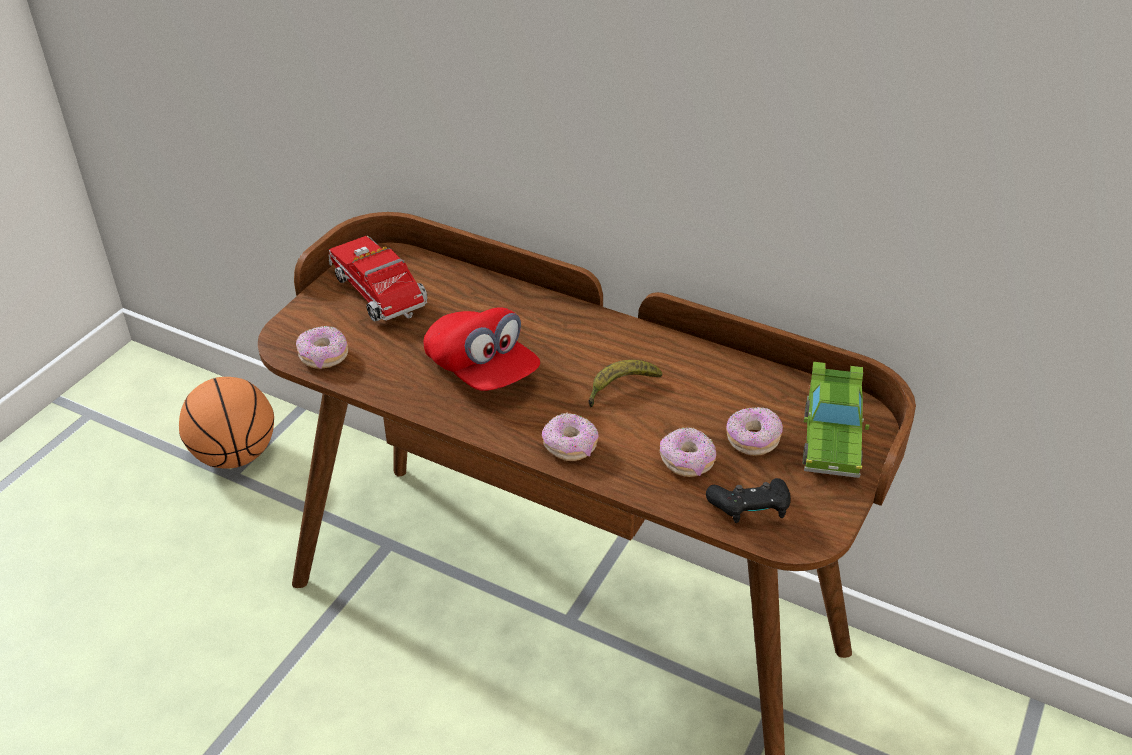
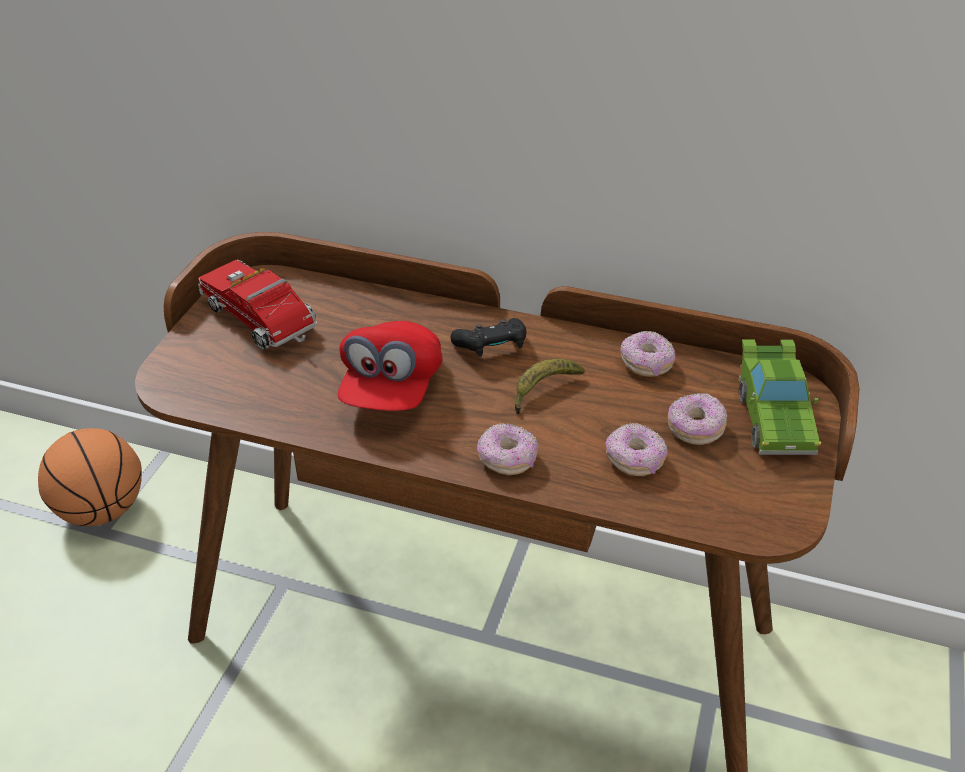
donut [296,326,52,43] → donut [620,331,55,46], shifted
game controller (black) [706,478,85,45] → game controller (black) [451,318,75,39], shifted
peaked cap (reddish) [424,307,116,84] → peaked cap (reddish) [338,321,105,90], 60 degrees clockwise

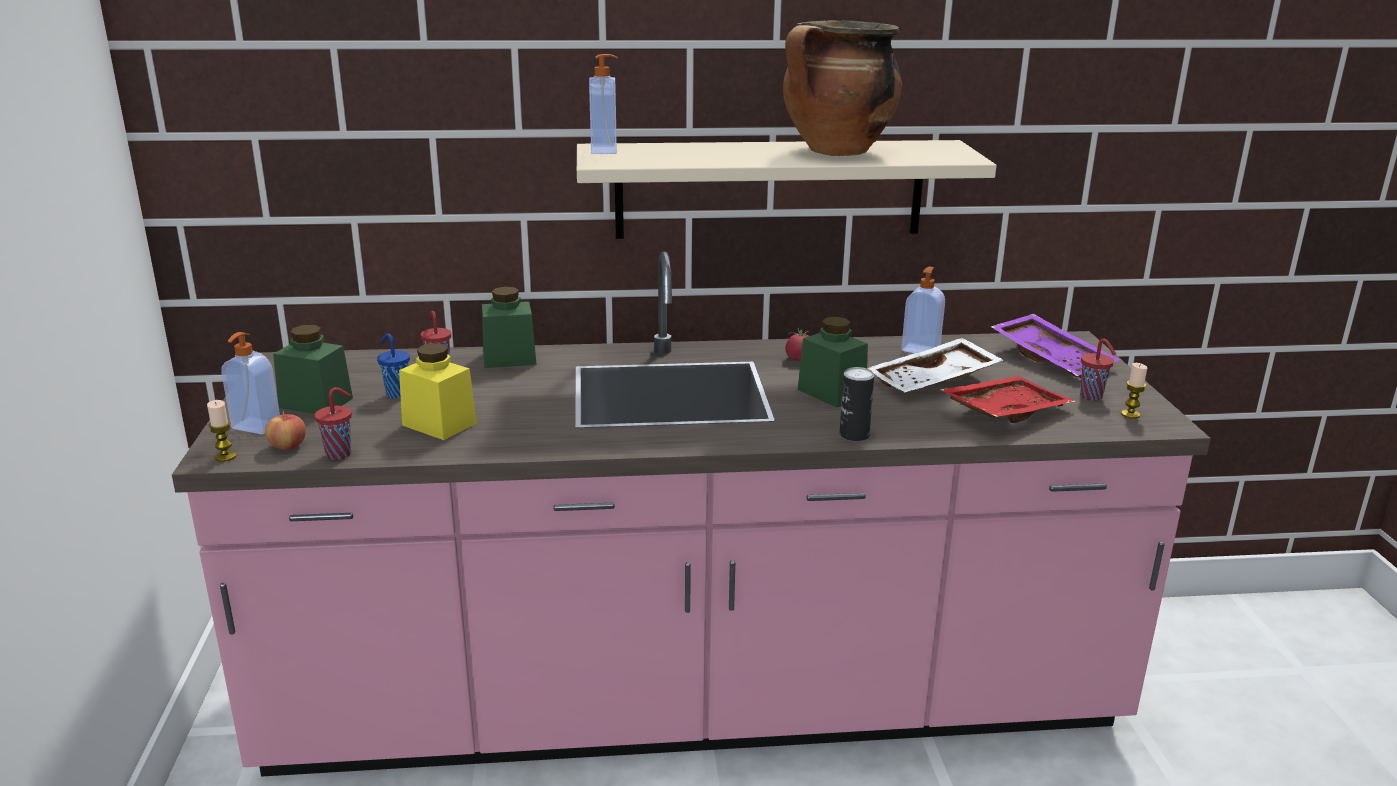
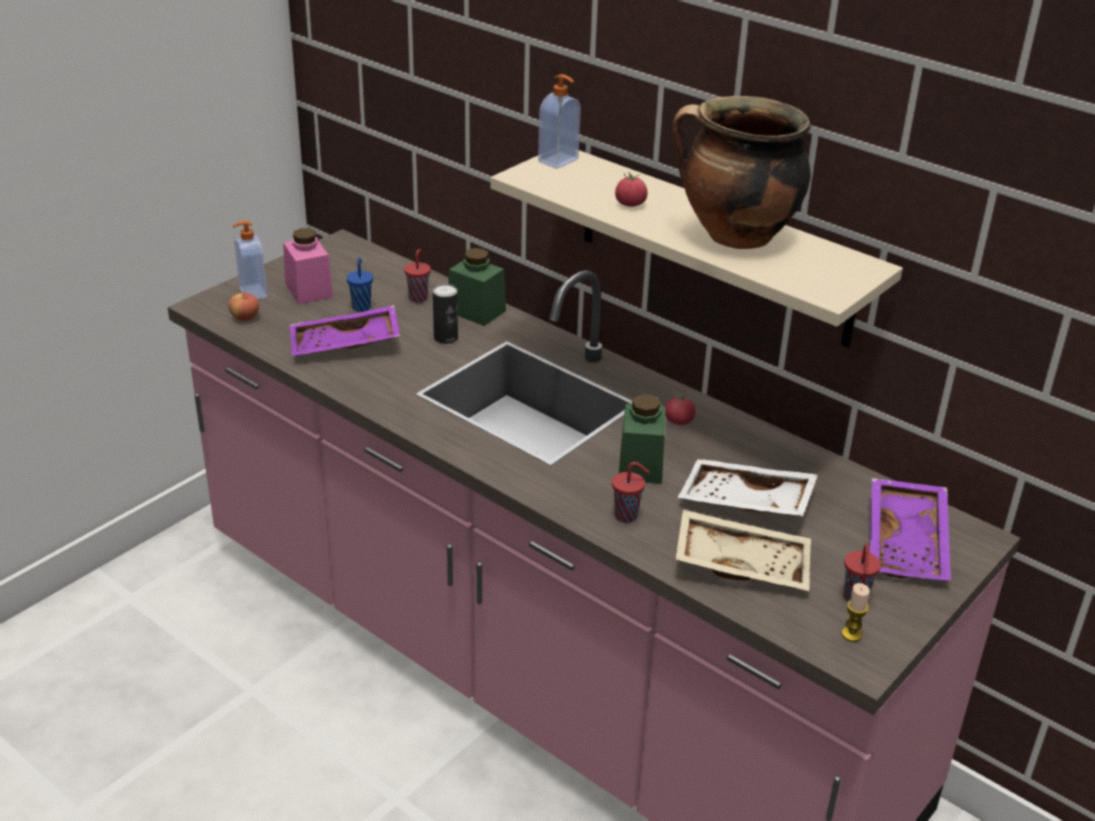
wax light [207,400,29,62] → -
soap bottle [901,266,44,87] → -
- → tomato [615,172,33,35]
cup (reddish) [315,387,37,73] → cup (reddish) [612,462,37,61], shifted
sealed can [839,367,35,74] → sealed can [433,284,25,60], shifted
preserve jar (yellow-coloured) [399,343,78,97] → tray (purple-coloured) [290,305,110,51]
preserve jar (greenish) [273,325,80,89] → preserve jar (pink-coloured) [283,228,50,76]
tray (reddish) [939,376,137,47] → tray (beige-coloured) [675,509,136,82]

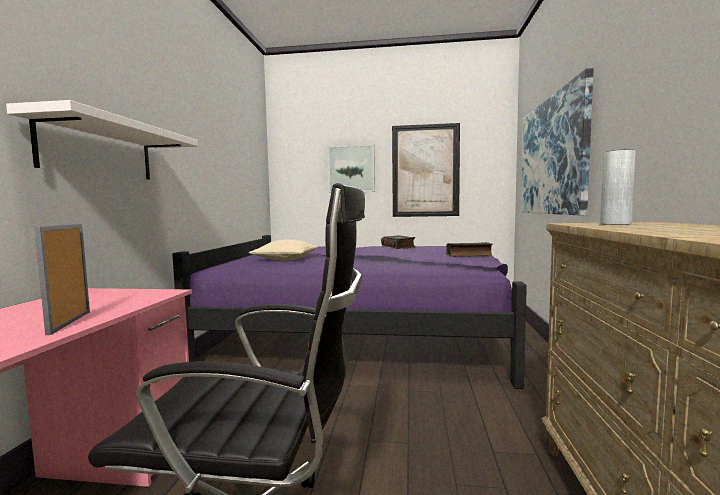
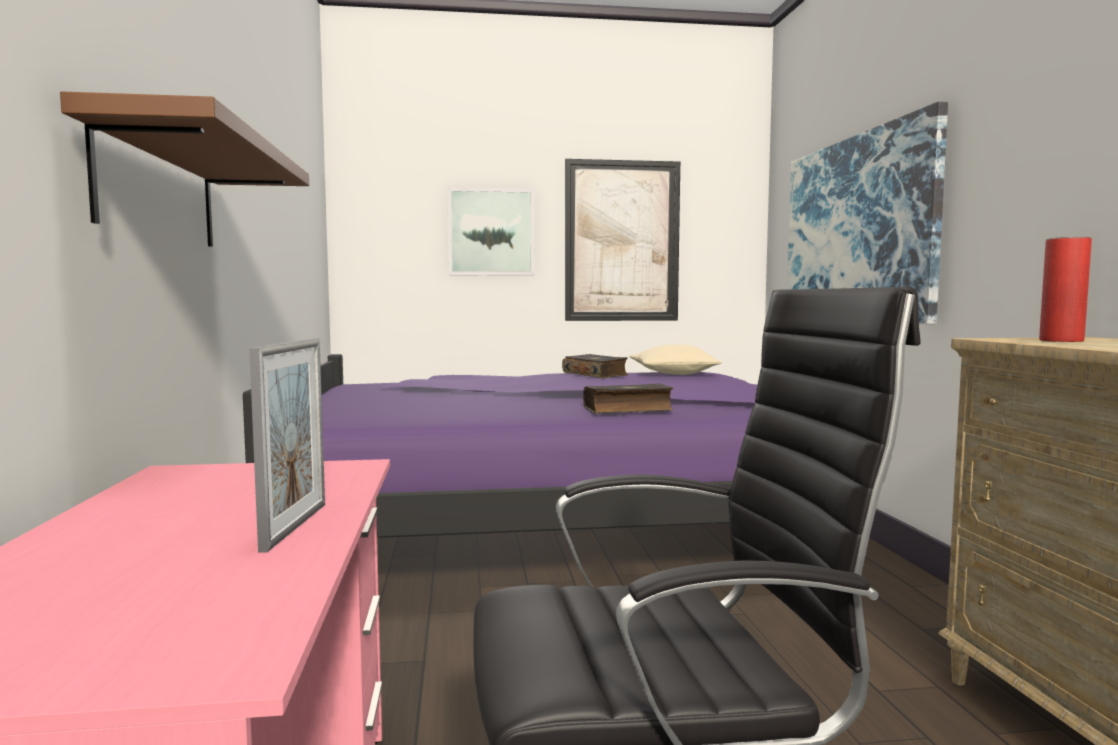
throw pillow (beige-coloured) [249,239,69,22] → throw pillow (beige-coloured) [629,344,93,31], shifted
book [446,242,47,15] → book [583,384,90,30], shifted
shelf (white-coloured) [6,100,192,80] → shelf (brown) [60,92,249,155]
decorative vase (grey) [600,149,36,76] → decorative vase (reddish) [1039,237,53,105]
photo frame [34,224,56,111] → photo frame [249,338,76,215], 150 degrees counterclockwise

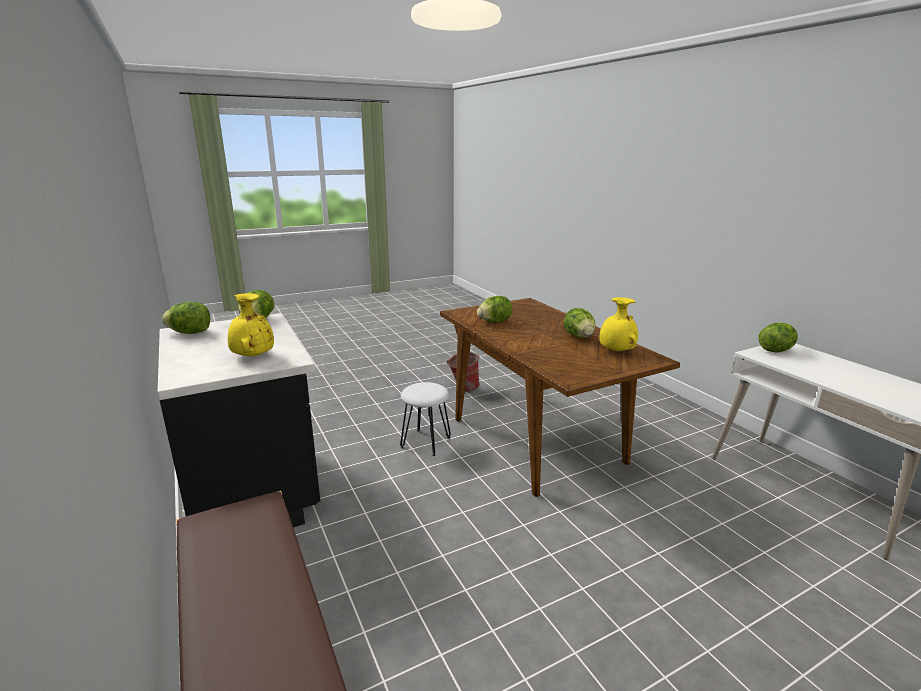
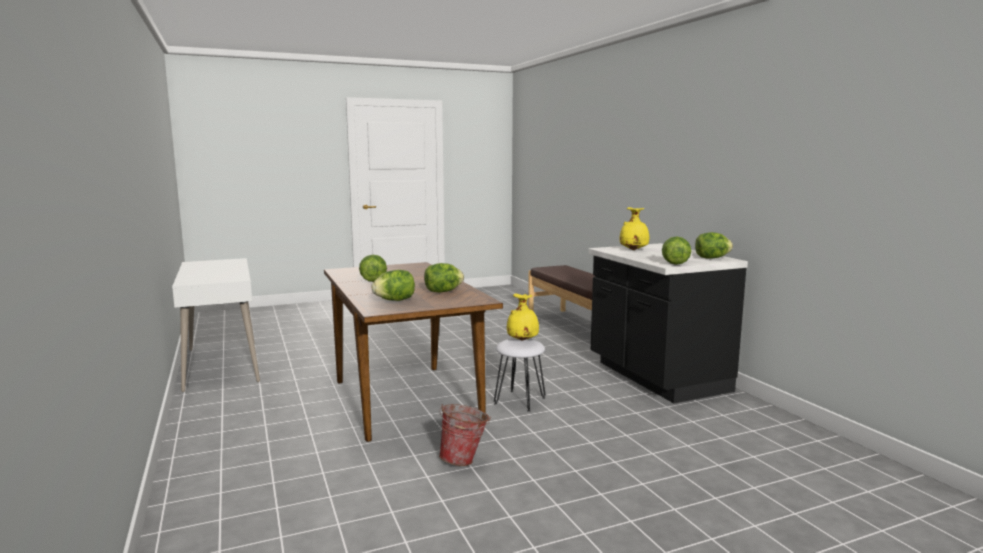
decorative vase (yellow-coloured) [599,297,39,54] → decorative vase (yellow-coloured) [507,294,32,47], shifted
lettuce [759,323,39,30] → lettuce [372,270,43,31], shifted

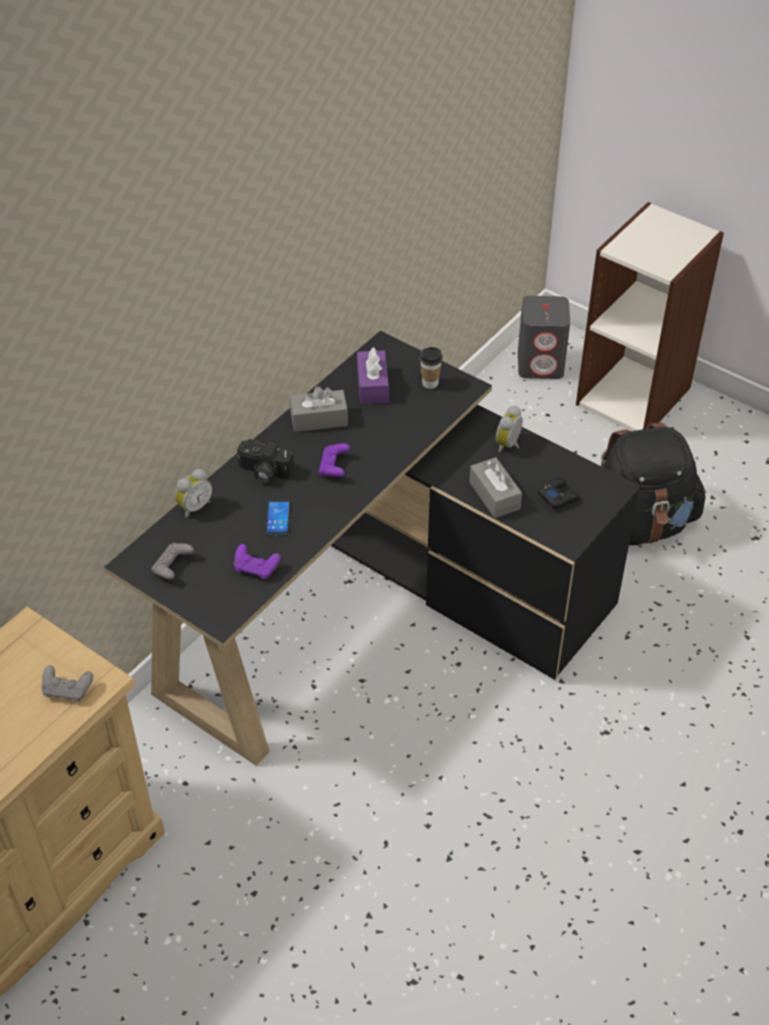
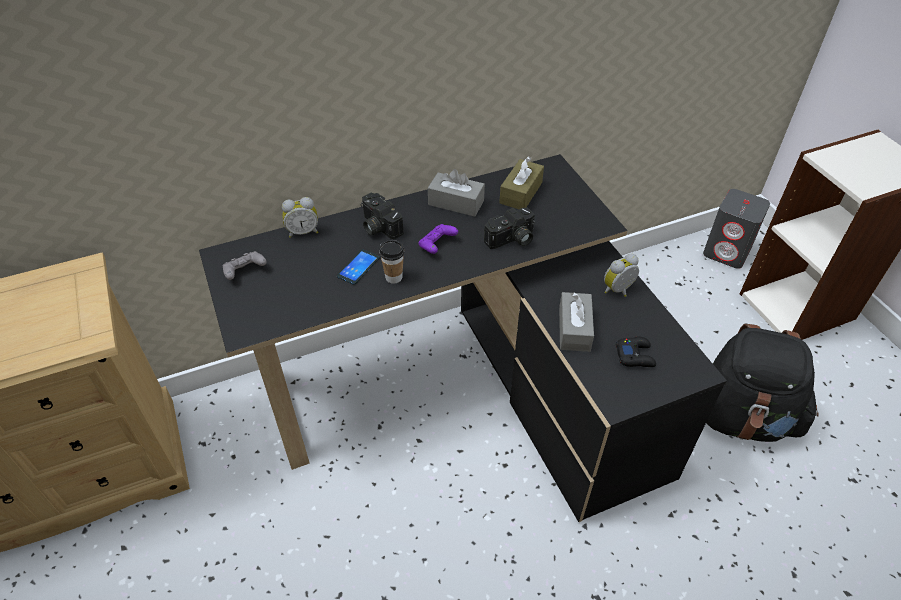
game controller (grey) [42,665,51,37] → -
game controller (purple-coloured) [234,544,47,35] → -
- → still camera [484,208,51,41]
cup [420,347,23,42] → cup [379,240,25,44], shifted
box of tissues (purple-coloured) [357,347,32,57] → box of tissues (brown) [499,156,45,53]

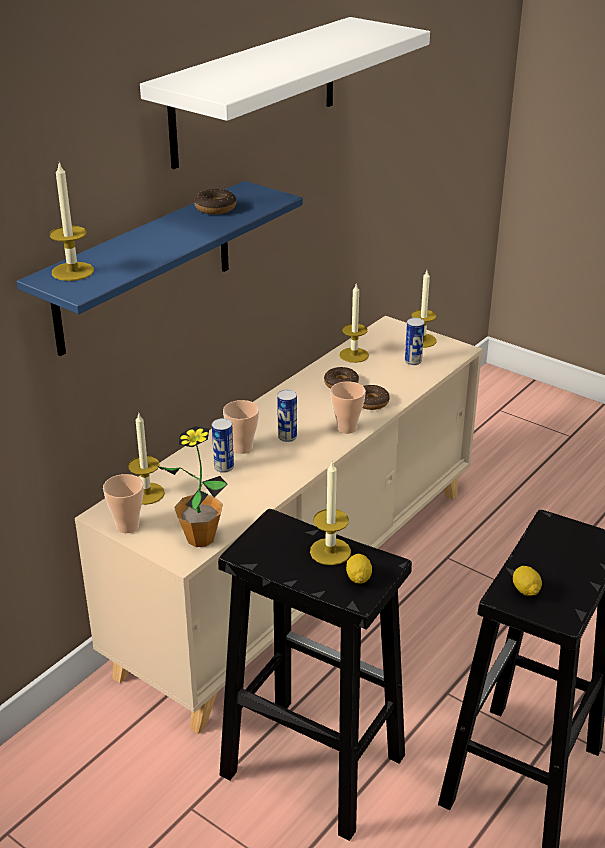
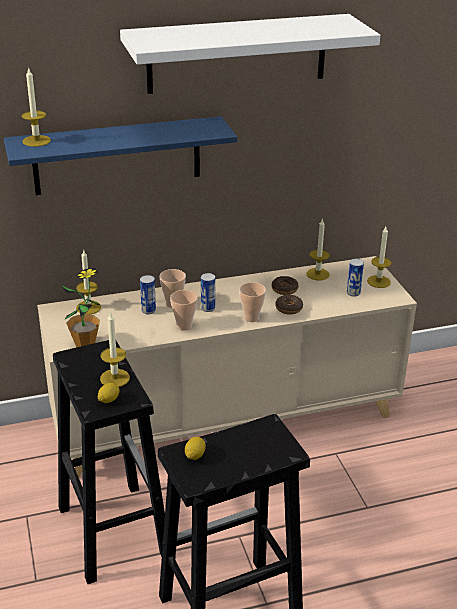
donut [194,189,42,25] → -
cup [103,474,41,59] → cup [170,290,28,40], shifted

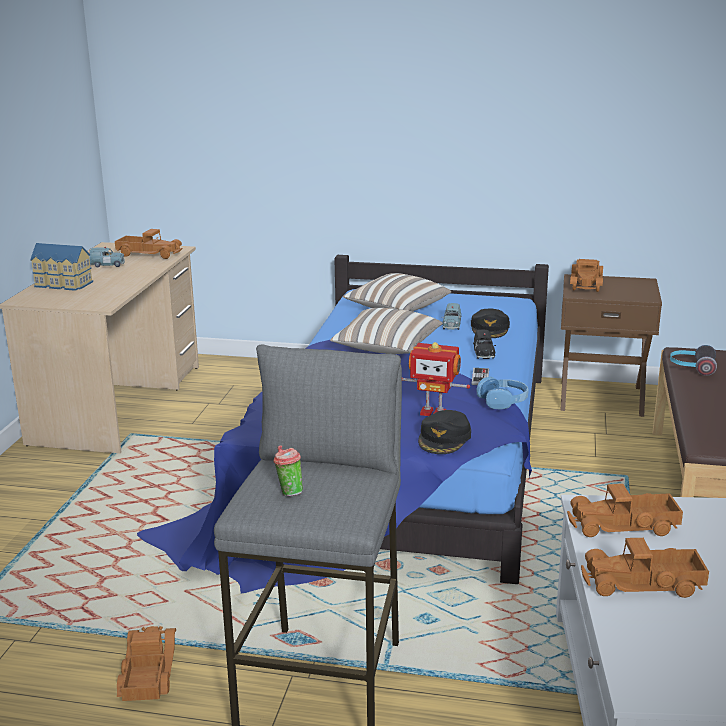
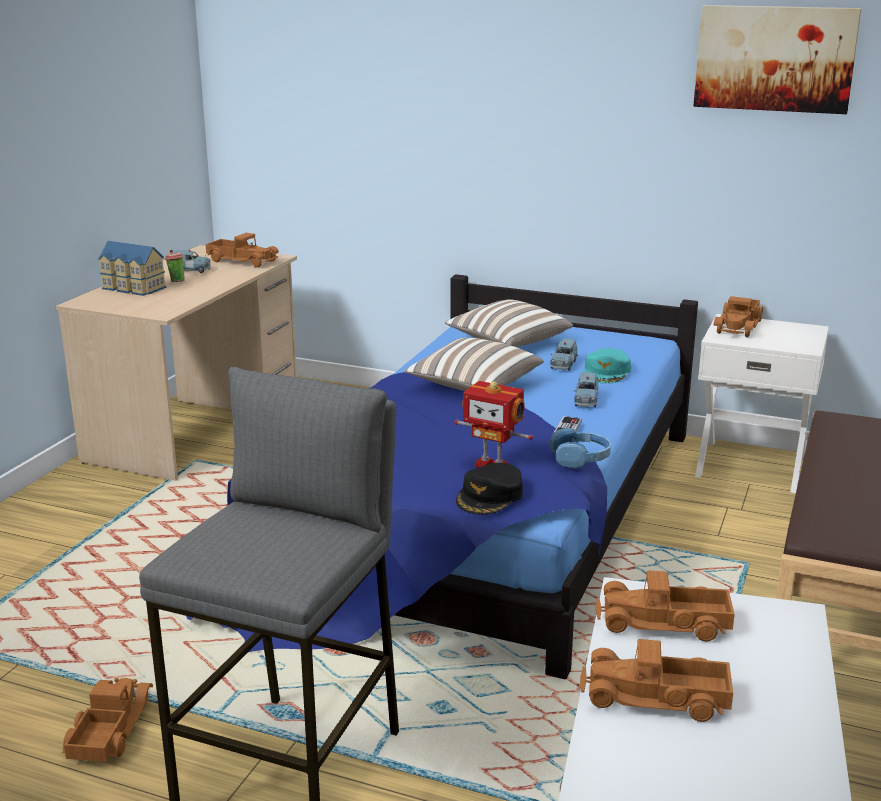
headset [670,345,47,31] → -
- → wall picture [693,5,169,109]
cup [274,445,29,51] → cup [165,250,20,32], shifted
peaked cap (black) [471,309,39,29] → peaked cap (turquoise-coloured) [584,348,47,36]
miniature car (black) [473,330,23,29] → miniature car (bluish) [574,372,24,35]
bedside table (brown) [560,274,102,143] → bedside table (white-coloured) [695,314,134,179]

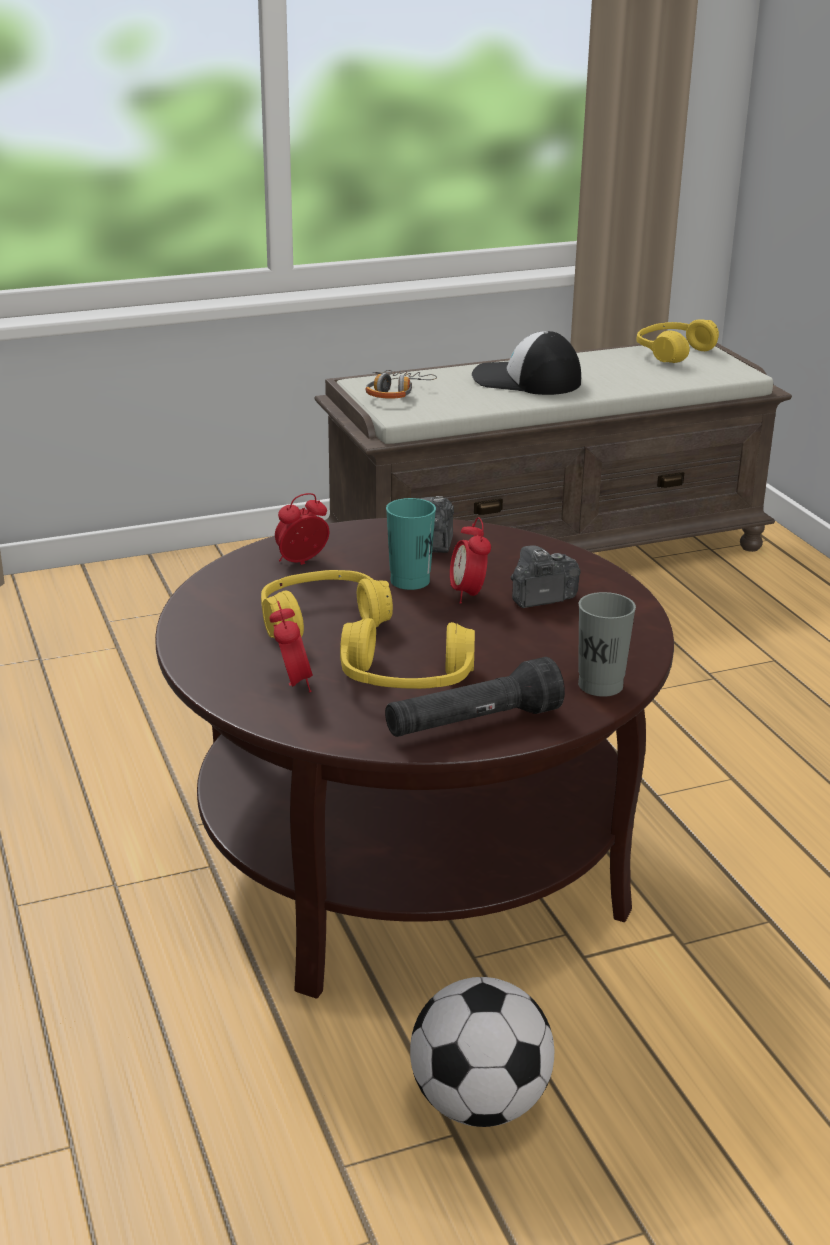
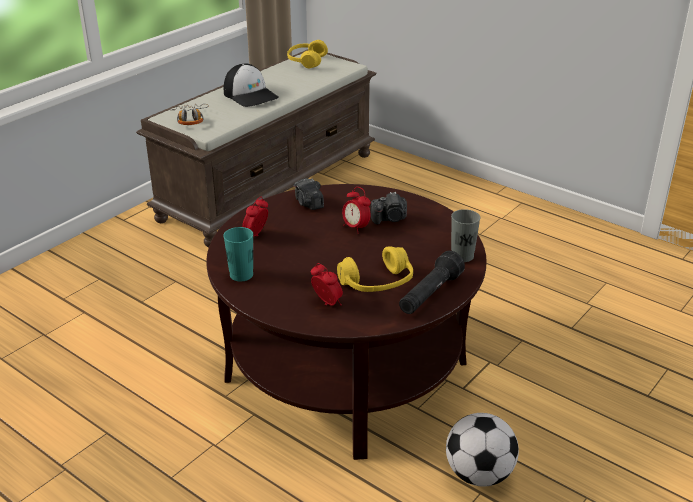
headset (yellow-coloured) [261,570,132,68] → -
cup (turquoise-coloured) [386,498,50,92] → cup (turquoise-coloured) [223,227,30,55], shifted
peaked cap [472,331,109,64] → peaked cap [224,64,55,43], 120 degrees counterclockwise
still camera [511,545,70,63] → still camera [371,192,36,32], 135 degrees counterclockwise

